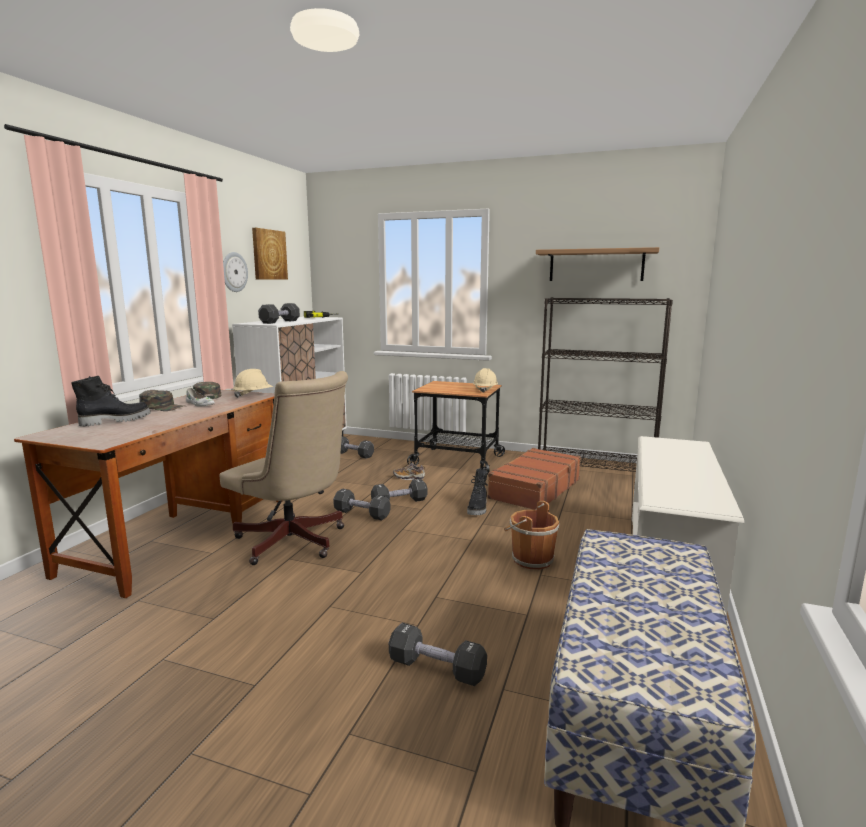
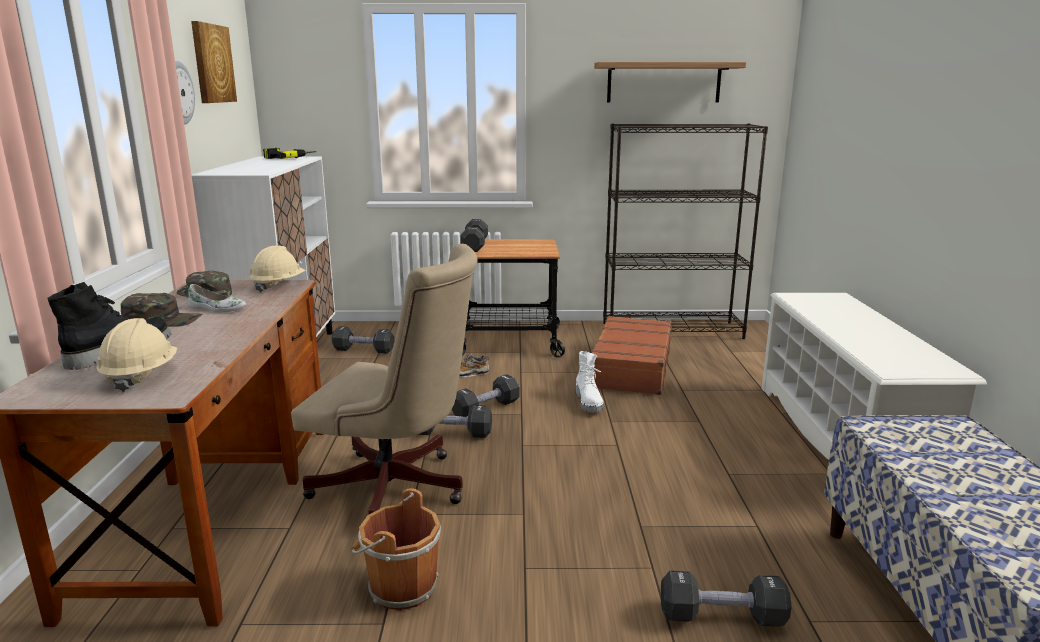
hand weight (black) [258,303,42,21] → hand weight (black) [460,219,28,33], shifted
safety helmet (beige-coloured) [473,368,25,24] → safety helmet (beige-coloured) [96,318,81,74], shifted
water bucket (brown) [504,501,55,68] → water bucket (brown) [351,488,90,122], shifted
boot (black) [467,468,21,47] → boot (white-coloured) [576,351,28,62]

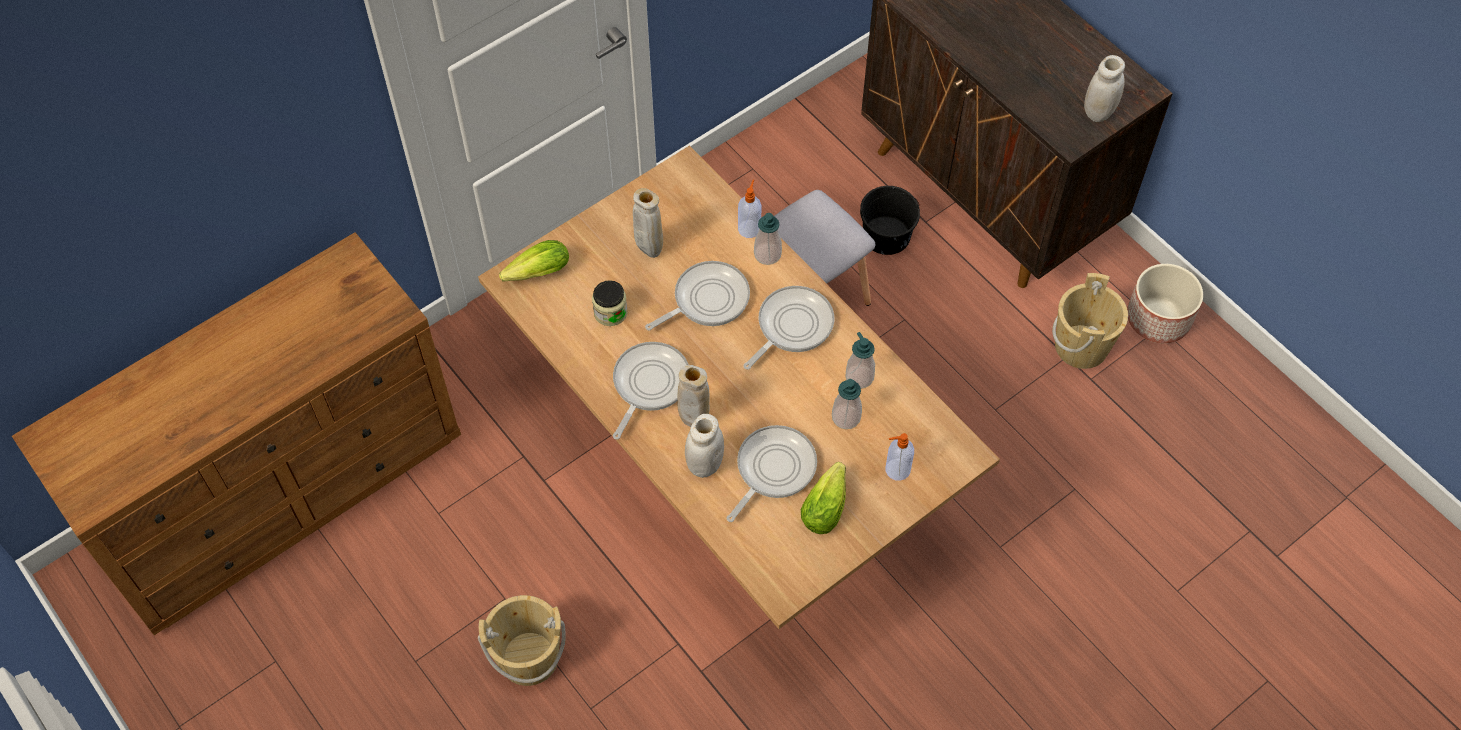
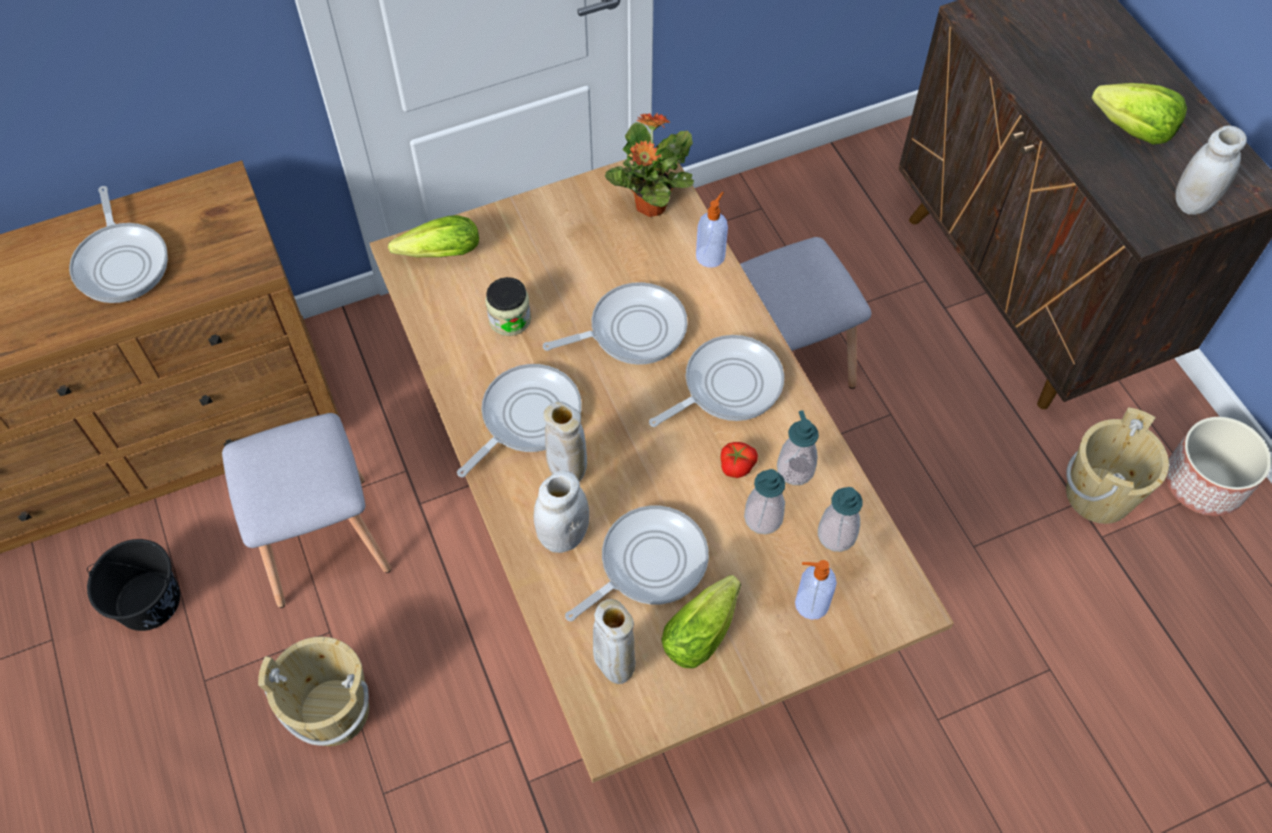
- → pan [69,186,99,117]
- → stool (grey) [222,413,169,195]
- → potted plant [605,113,89,104]
- → tomato [720,442,38,36]
- → lettuce [1092,83,95,62]
decorative vase (beige-coloured) [633,188,30,70] → decorative vase (beige-coloured) [593,599,43,85], shifted
soap bottle [754,213,28,52] → soap bottle [818,487,45,65], shifted
water bucket (black) [860,186,60,69] → water bucket (black) [87,539,93,92], shifted

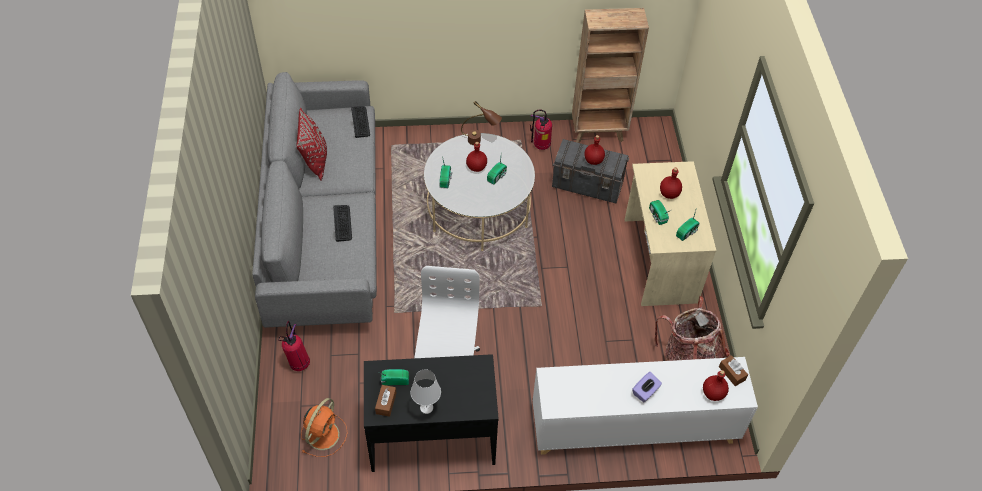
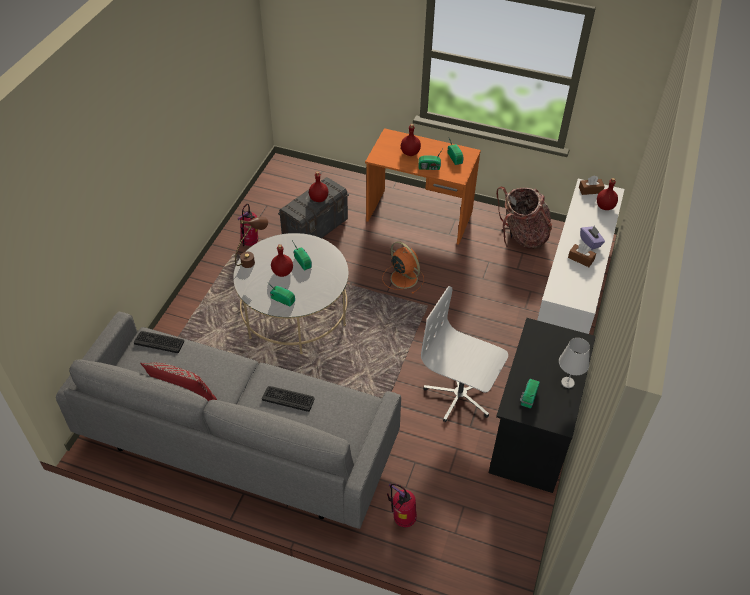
bookshelf (brown) [572,8,77,135] → -
cooling fan (orange) [301,398,47,59] → cooling fan (orange) [382,241,42,53], shifted
box of tissues (brown) [375,385,21,32] → box of tissues (brown) [568,244,28,23], shifted
desk unit (beige-coloured) [625,161,91,145] → desk unit (orange) [365,128,116,117]

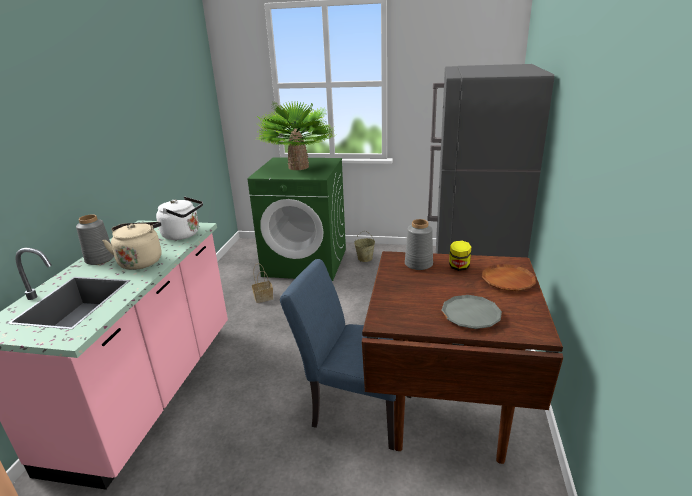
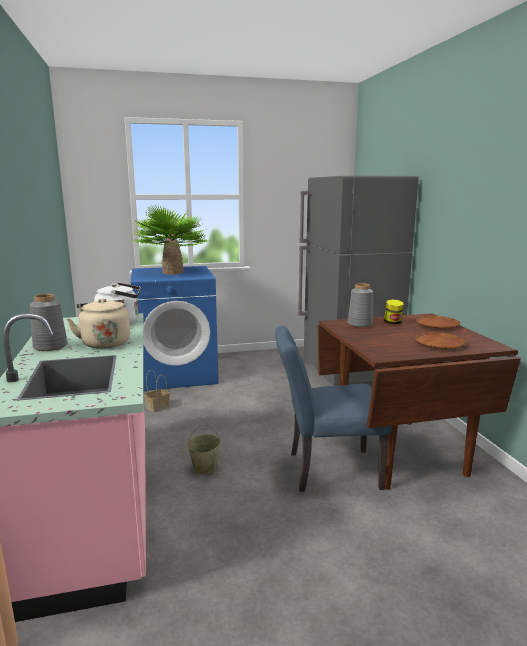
water bucket (beige-coloured) [354,231,21,31] → water bucket (beige-coloured) [187,424,33,50], shifted
laundry machine (greenish) [248,157,98,124] → laundry machine (bluish) [131,266,87,125]
flat dish (grey) [442,295,60,34] → flat dish (brown) [415,332,51,17]

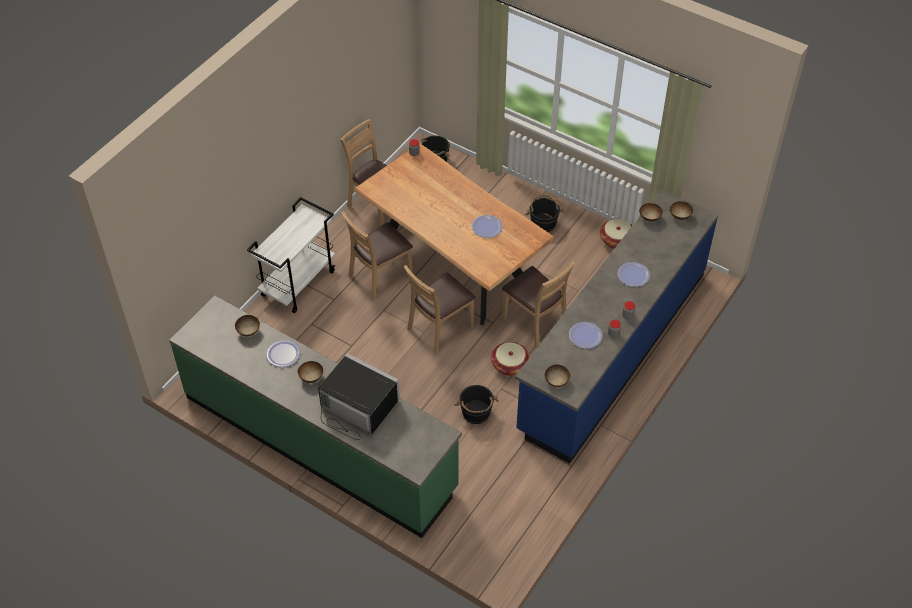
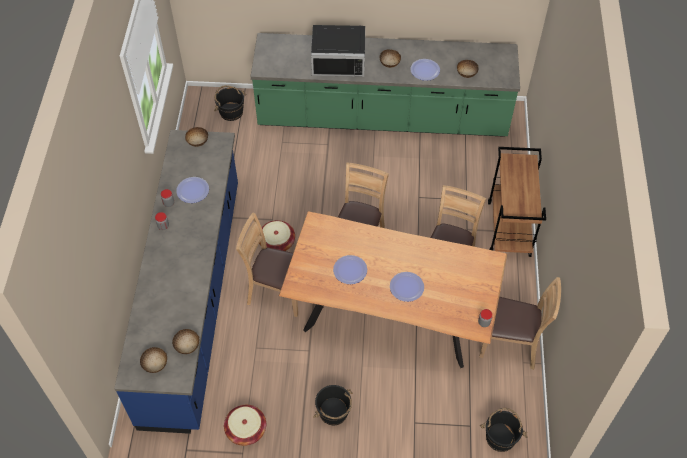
water bucket (black) [454,385,44,39] → water bucket (black) [214,85,32,36], shifted
flat dish [618,262,32,25] → flat dish [390,272,34,30], shifted
cart (white-coloured) [247,197,88,116] → cart (brown) [488,147,58,110]

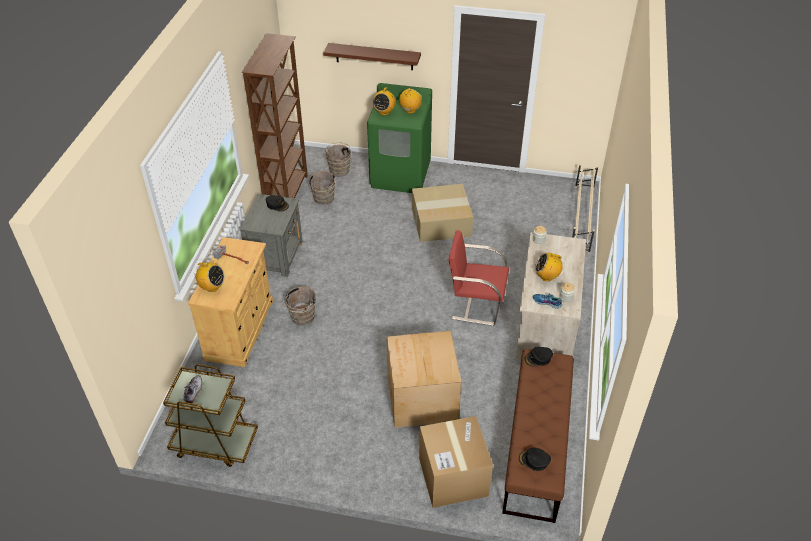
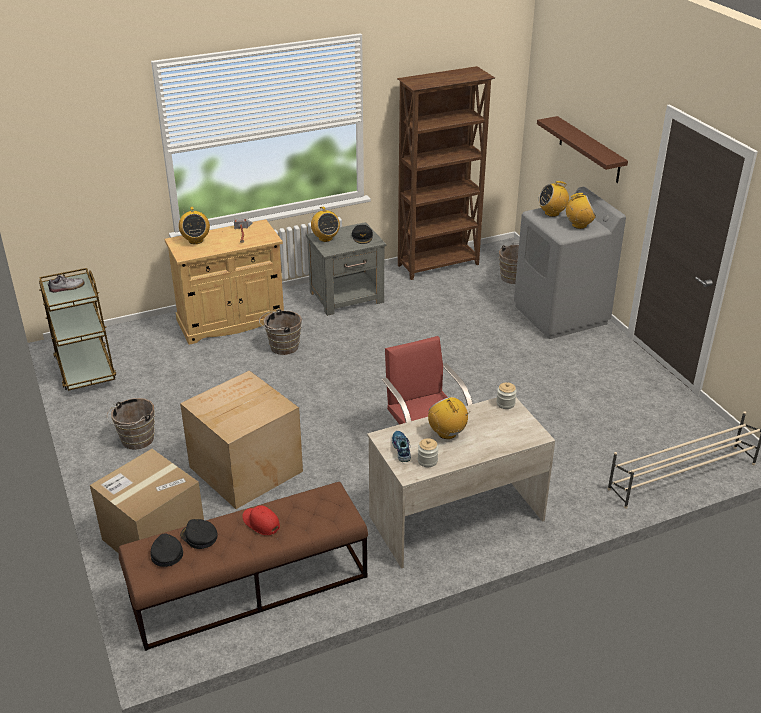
carton [412,184,61,58] → -
- → peaked cap (reddish) [242,505,38,30]
- → radio [311,207,29,35]
water bucket (brown) [309,171,27,34] → water bucket (brown) [107,398,48,52], shifted
peaked cap (black) [525,347,28,19] → peaked cap (black) [180,519,38,30], shifted
laundry machine (greenish) [367,83,65,110] → laundry machine (grey) [514,187,112,152]

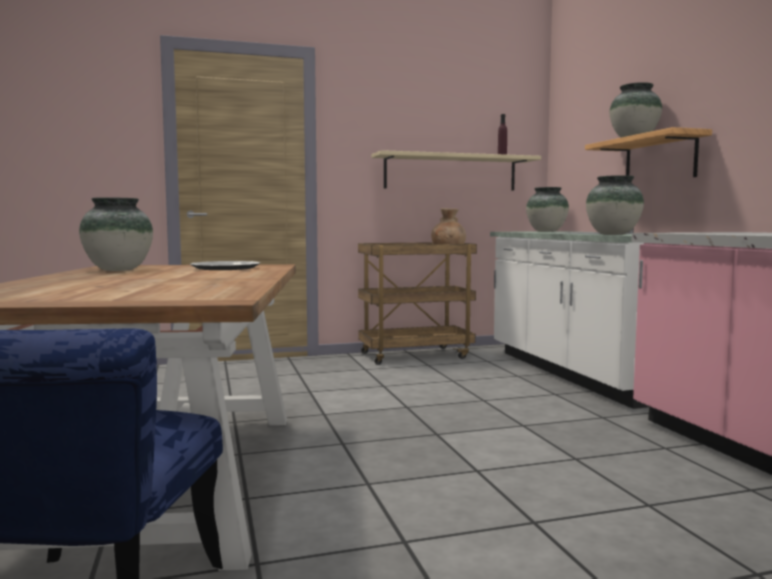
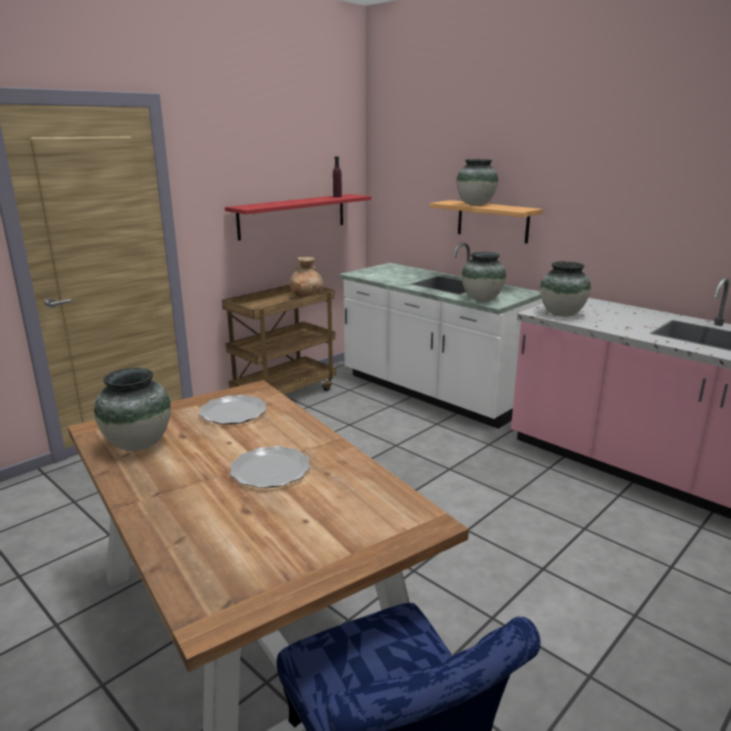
- → flat dish [230,446,81,42]
decorative vase [526,187,43,45] → decorative vase [540,261,51,56], shifted
shelf (beige-coloured) [372,150,169,41] → shelf (reddish) [225,194,146,47]

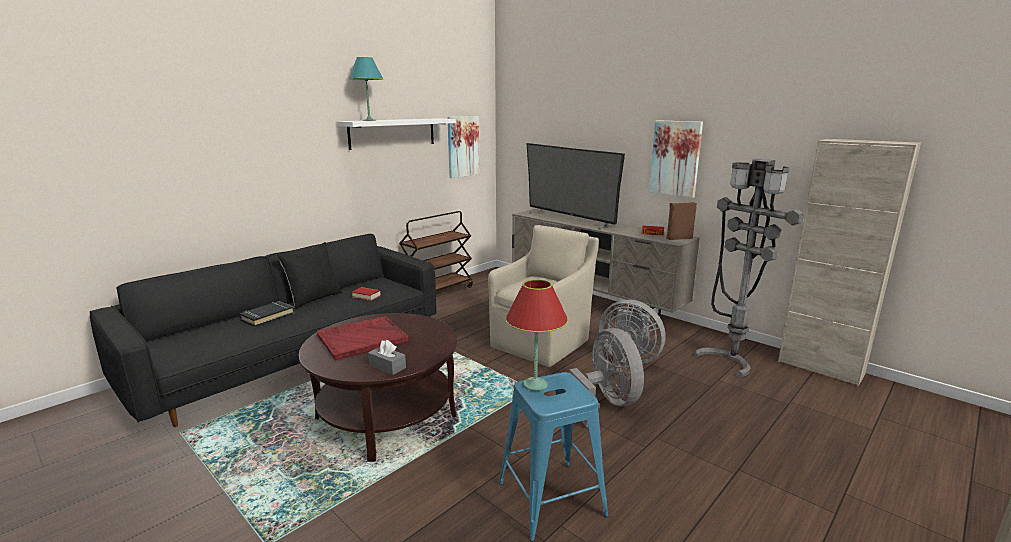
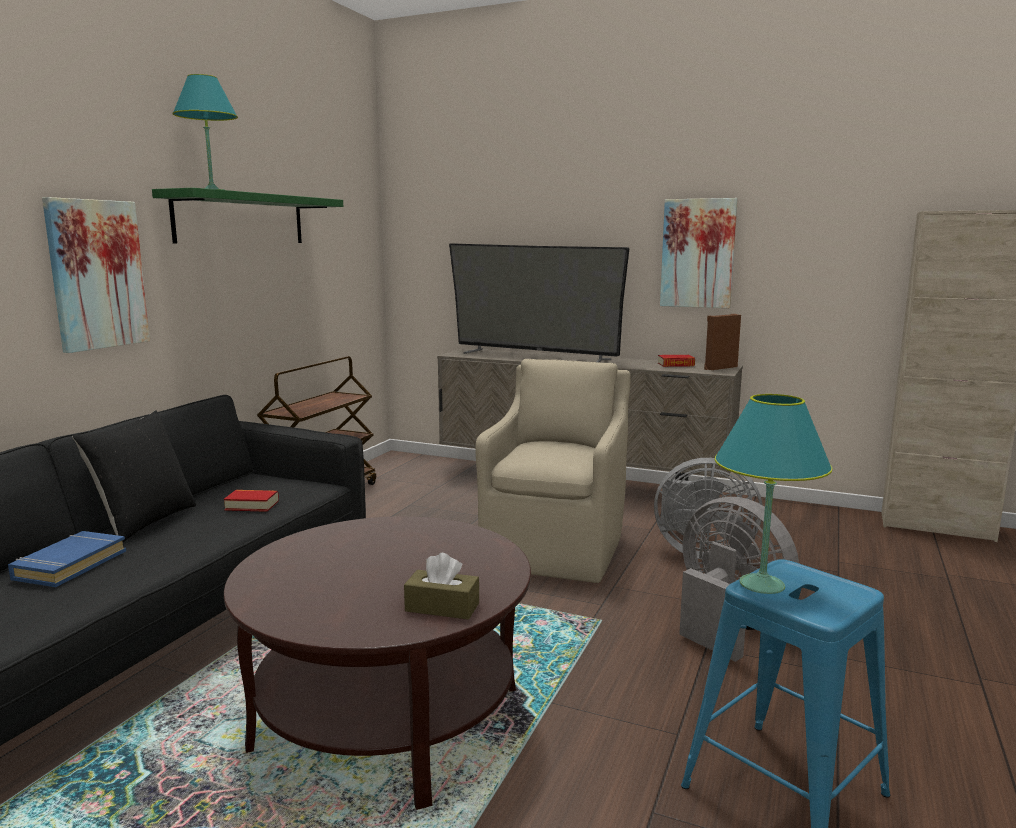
tray (reddish) [317,316,92,44] → -
standing lamp (grey) [694,159,110,218] → -
wall picture [447,116,33,62] → wall picture [42,197,108,156], shifted
book (black) [239,301,55,26] → book (bluish) [8,531,118,56]
shelf (white-coloured) [337,118,119,32] → shelf (greenish) [152,188,191,56]
box of tissues (grey) [368,340,38,35] → box of tissues (brown) [404,553,75,67]
tabletop lamp (reddish) [505,279,63,111] → tabletop lamp (turquoise-coloured) [715,394,118,200]

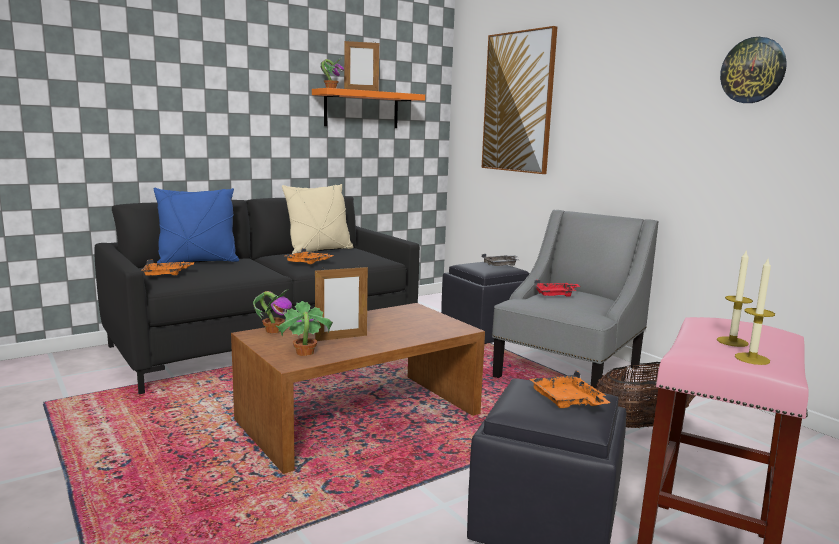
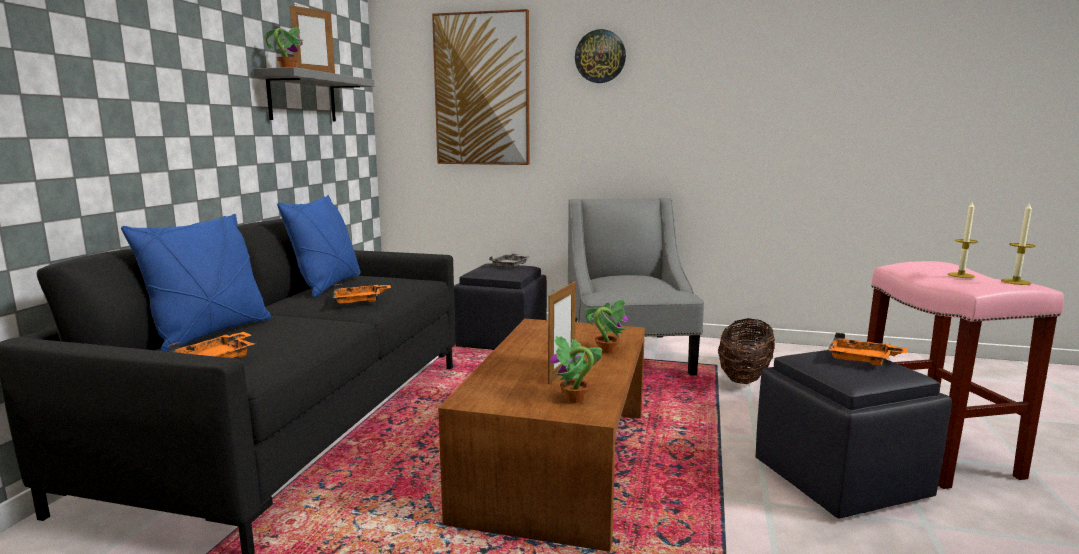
tray (reddish) [534,280,46,16] → -
potted plant [253,289,39,44] → potted plant [585,299,43,55], shifted
clock on the wall [720,37,67,66] → clock on the wall [575,29,51,54], shifted
throw pillow (beige-coloured) [282,184,71,70] → throw pillow (bluish) [277,195,83,103]
shelf (orange) [312,88,113,40] → shelf (grey) [253,67,122,55]

